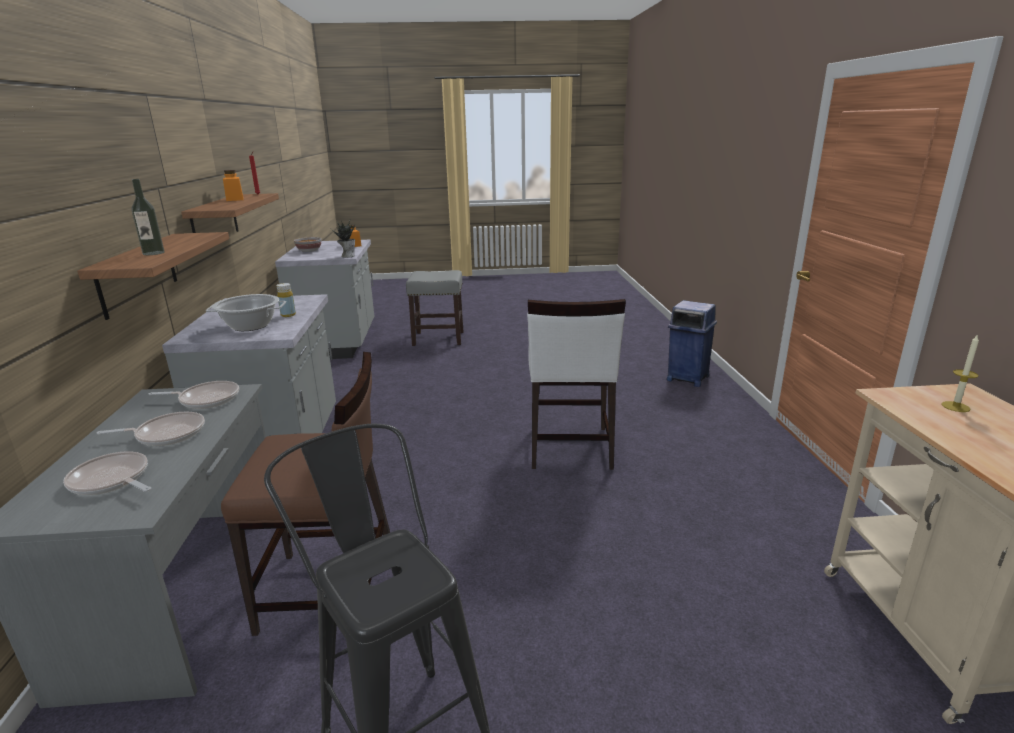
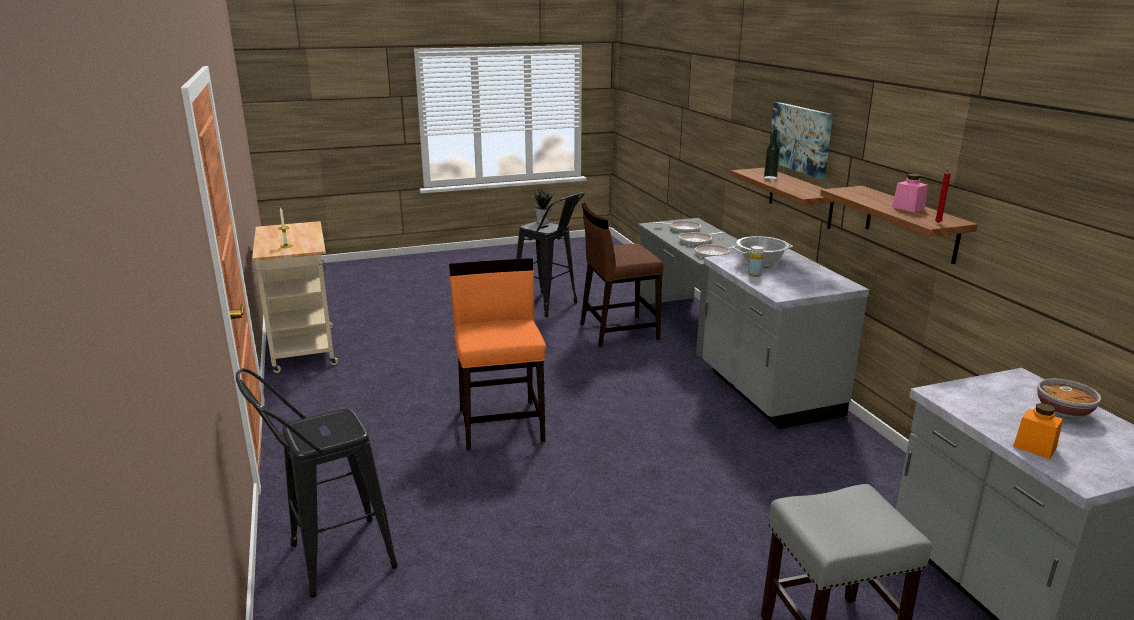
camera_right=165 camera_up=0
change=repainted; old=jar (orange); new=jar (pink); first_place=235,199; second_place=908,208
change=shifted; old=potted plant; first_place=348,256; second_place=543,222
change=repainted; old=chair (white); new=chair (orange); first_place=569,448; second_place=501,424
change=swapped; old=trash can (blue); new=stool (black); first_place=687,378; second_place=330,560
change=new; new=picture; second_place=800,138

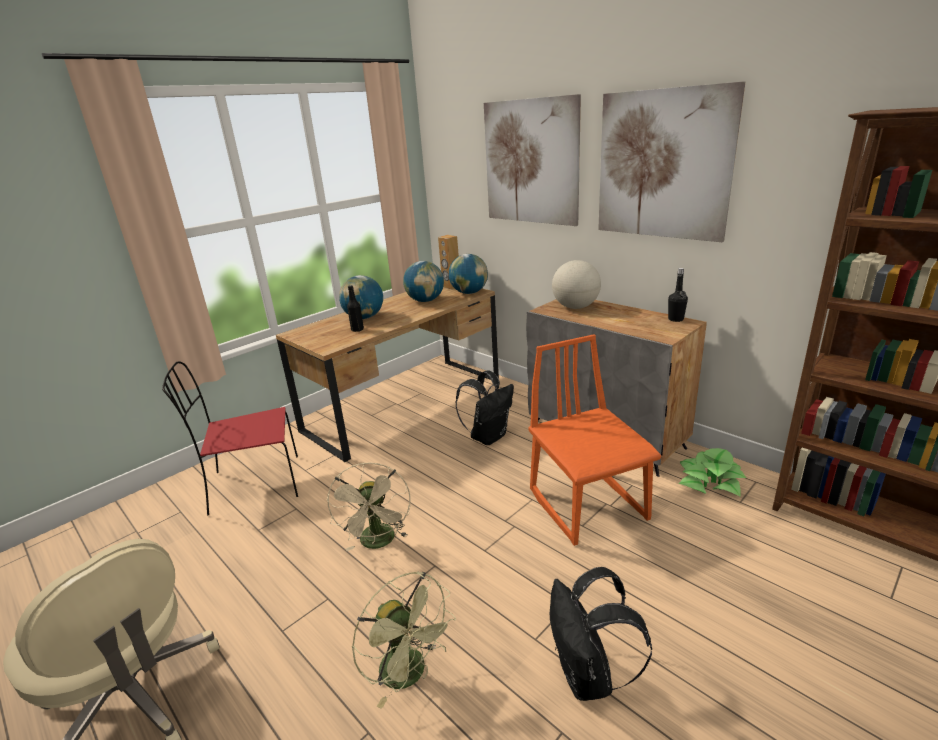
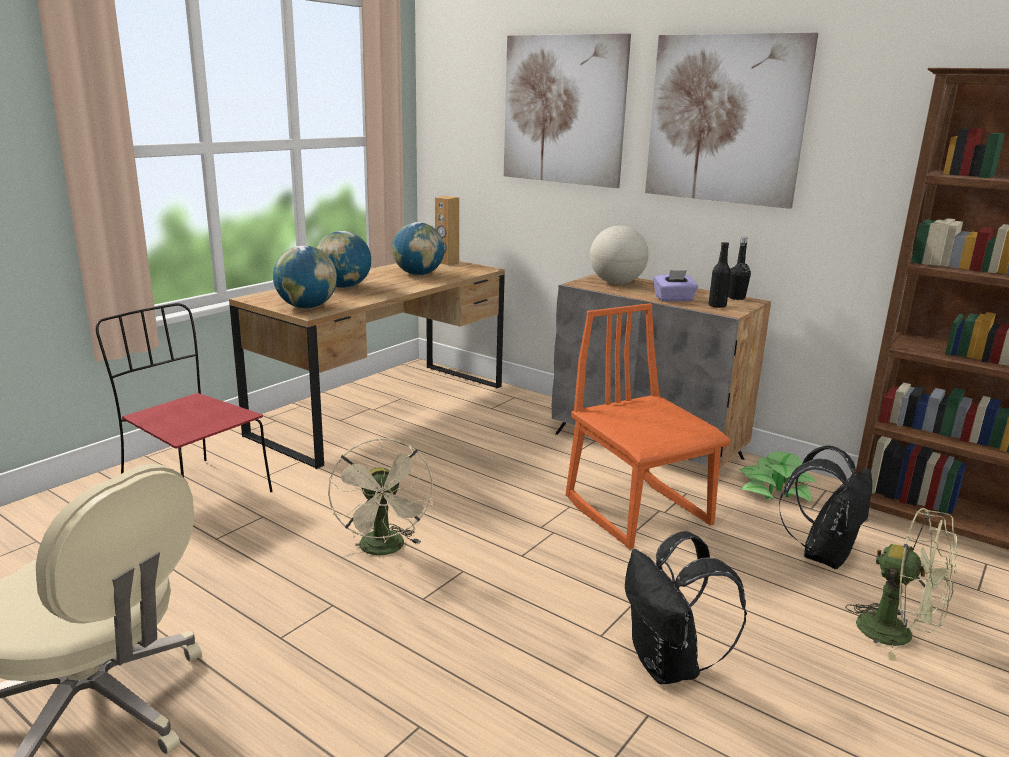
camera_right=-10 camera_up=-5
change=shifted; old=globe; first_place=469,293; second_place=307,307
change=shifted; old=bottle (black); first_place=357,330; second_place=717,306
change=rotated; old=chair (red); first_place=253,485; second_place=194,492; degrees=60
change=shifted; old=backpack (black); first_place=488,436; second_place=822,554
change=shifted; old=fan (green); first_place=410,674; second_place=897,634
change=new; new=tissue box (purple); second_place=674,299

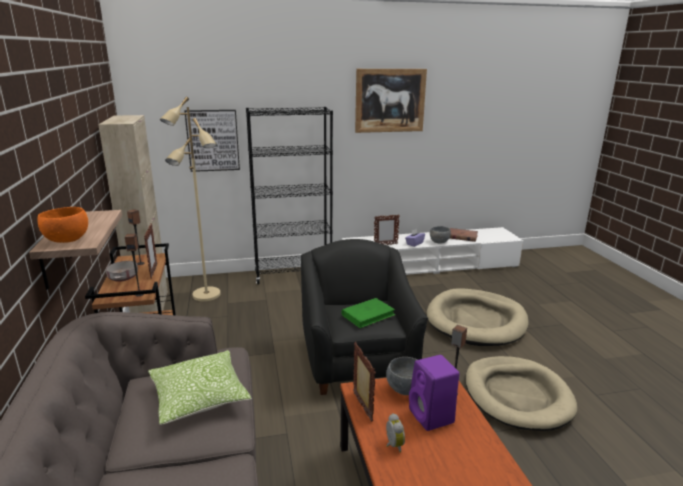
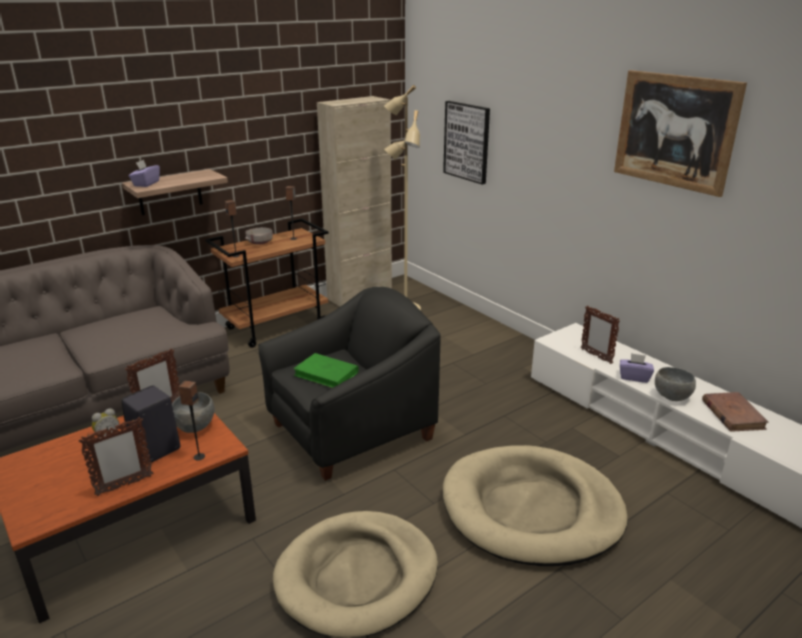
camera_right=65 camera_up=5
change=gone; old=bookcase (black); first_place=293,275
change=swapped; old=bowl (orange); new=tissue box (purple); first_place=68,240; second_place=146,183
change=shifted; old=picture frame; first_place=153,272; second_place=124,485
change=gone; old=pillow; first_place=199,397
change=repainted; old=speaker (purple); new=speaker (black); first_place=432,417; second_place=154,450

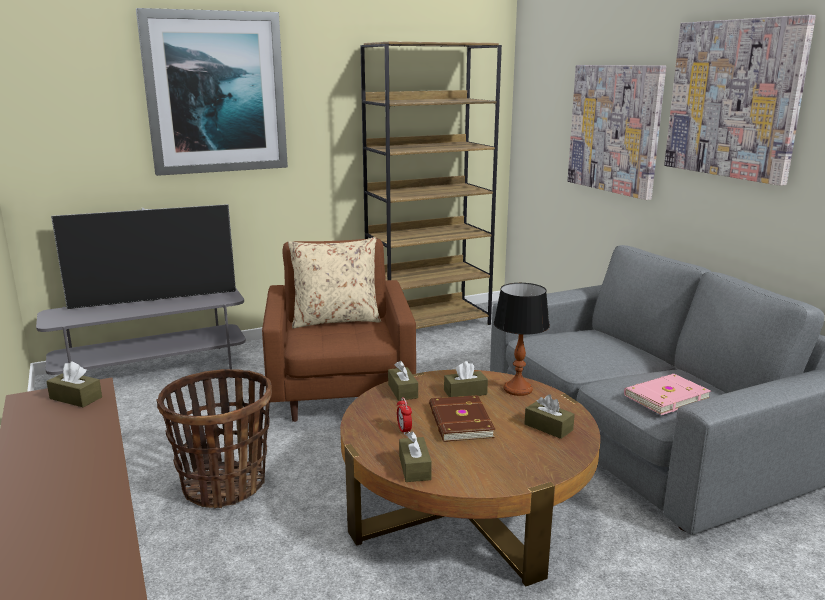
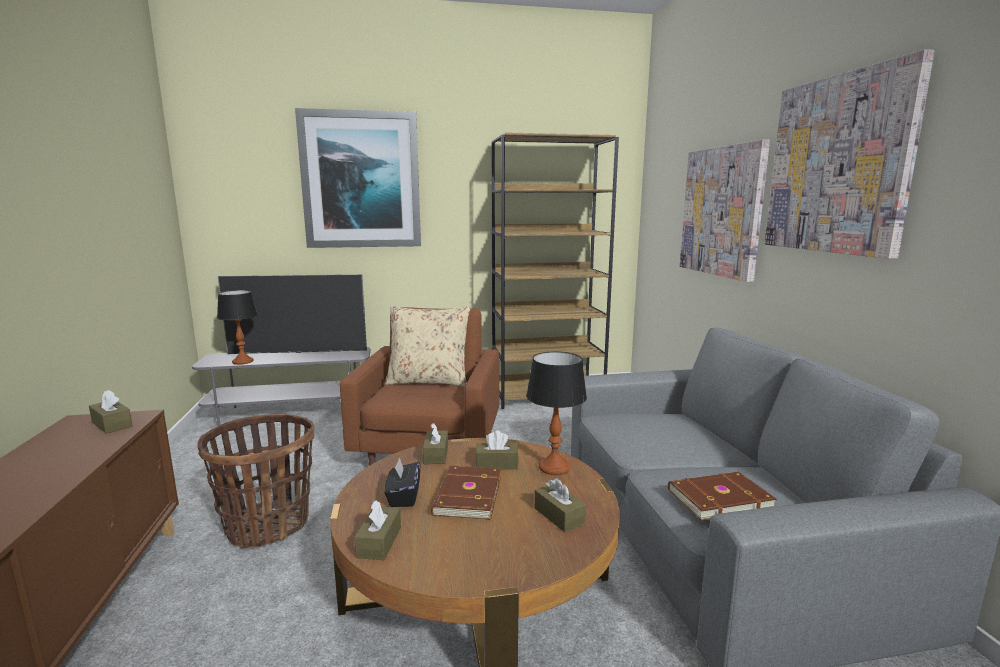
camera_right=15 camera_up=-5
change=repainted; old=book (pink); new=book (brown); first_place=665,397; second_place=718,498
change=swapped; old=alarm clock; new=tissue box (black); first_place=404,430; second_place=403,497
change=new; new=table lamp; second_place=242,362

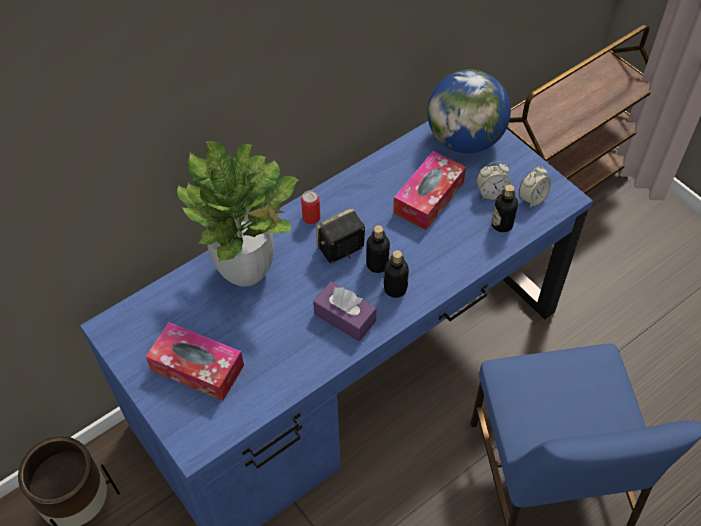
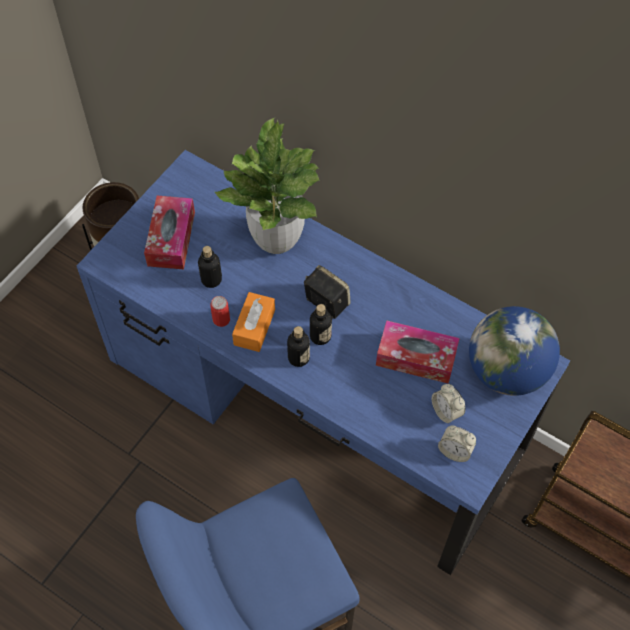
camera_right=70 camera_up=5
change=shifted; old=bottle; first_place=502,224; second_place=211,279
change=shifted; old=can; first_place=311,218; second_place=221,319
change=repainted; old=tissue box (purple); new=tissue box (orange); first_place=345,317; second_place=254,327

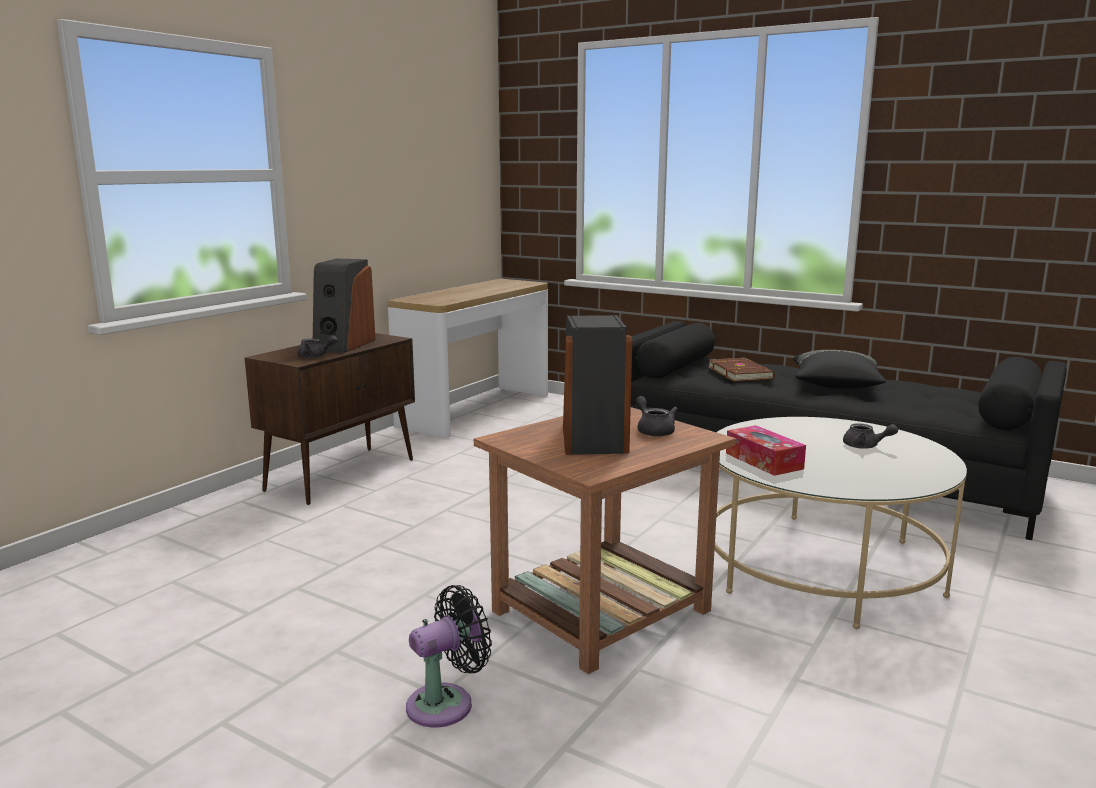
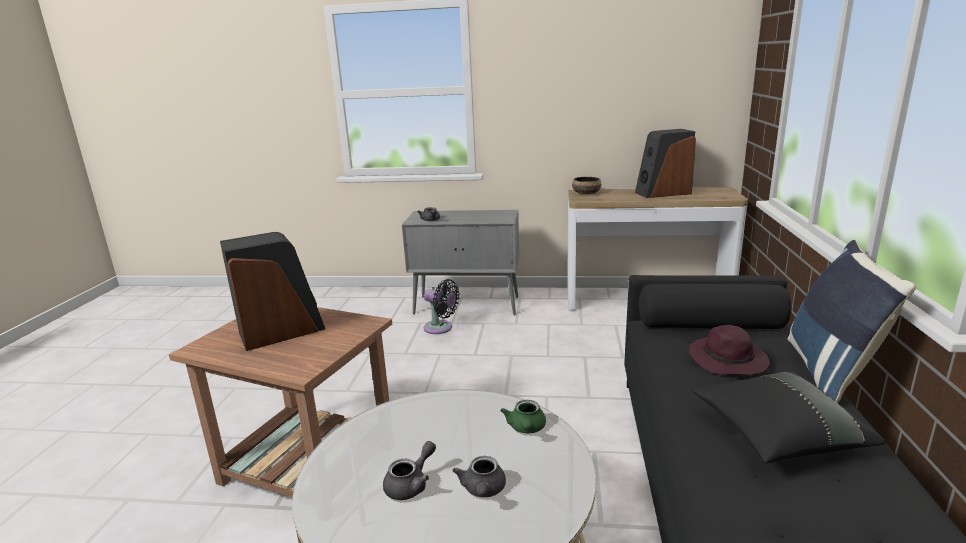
camera_right=65 camera_up=5
change=shifted; old=speaker; first_place=343,345; second_place=662,193
change=repainted; old=cabinet (brown); new=cabinet (grey); first_place=342,474; second_place=468,305
change=swapped; old=book (brown); new=hat (purple); first_place=741,373; second_place=728,361
change=shifted; old=teapot (grey); first_place=653,430; second_place=411,484
change=gone; old=tissue box; first_place=763,461
change=shifted; old=fan (black); first_place=446,703; second_place=440,328
change=new; new=bowl; second_place=586,193
change=new; new=pillow (blue); second_place=832,374
change=new; new=teapot (green); second_place=526,429

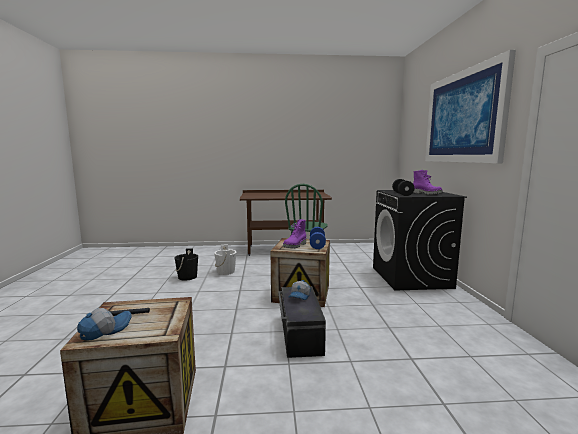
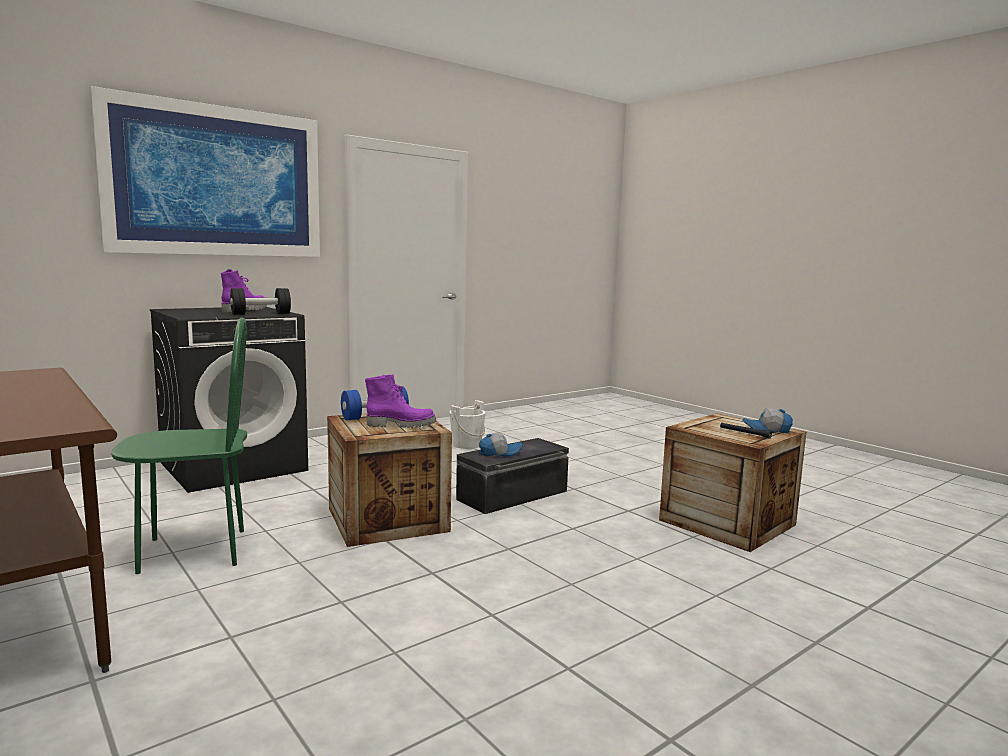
camera_right=-125 camera_up=0
change=shifted; old=bucket (white); first_place=226,271; second_place=466,444
change=gone; old=bucket (black); first_place=187,277

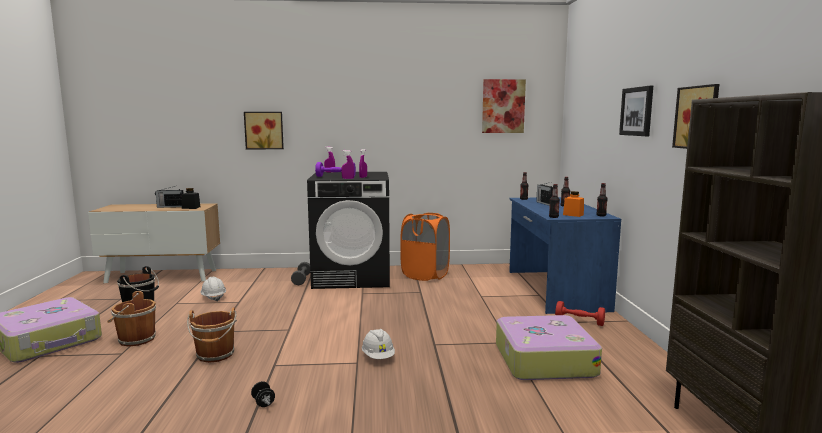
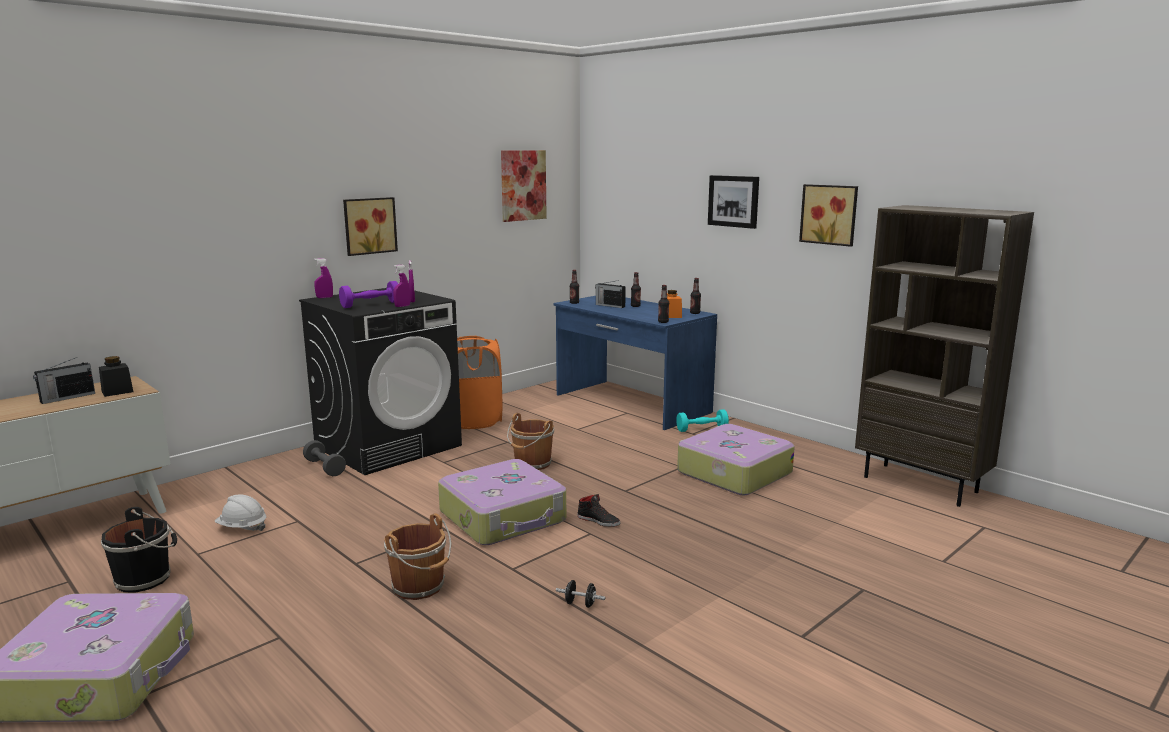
camera_right=-40 camera_up=5
change=shifted; old=picture; first_place=264,130; second_place=369,225
change=shifted; old=bucket (brown); first_place=135,340; second_place=532,464
change=repainted; old=dumbbell (red); new=dumbbell (turquoise); first_place=579,321; second_place=702,429
change=swapped; old=hard hat (white); new=shoe (black); first_place=378,357; second_place=599,520
change=new; new=suitcase; second_place=504,517

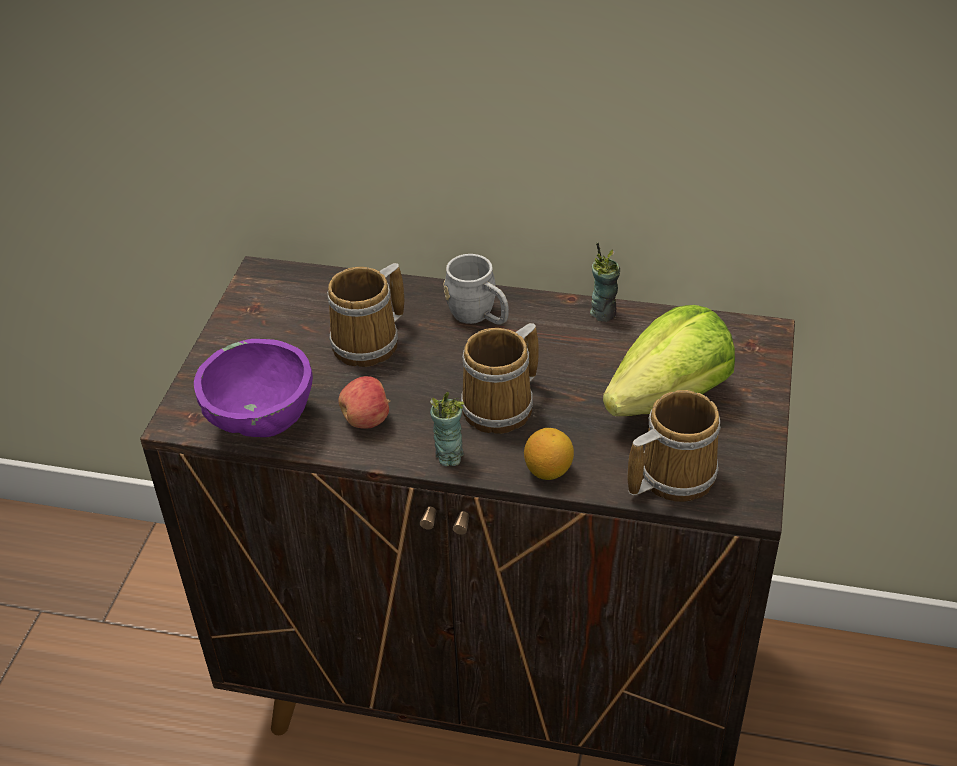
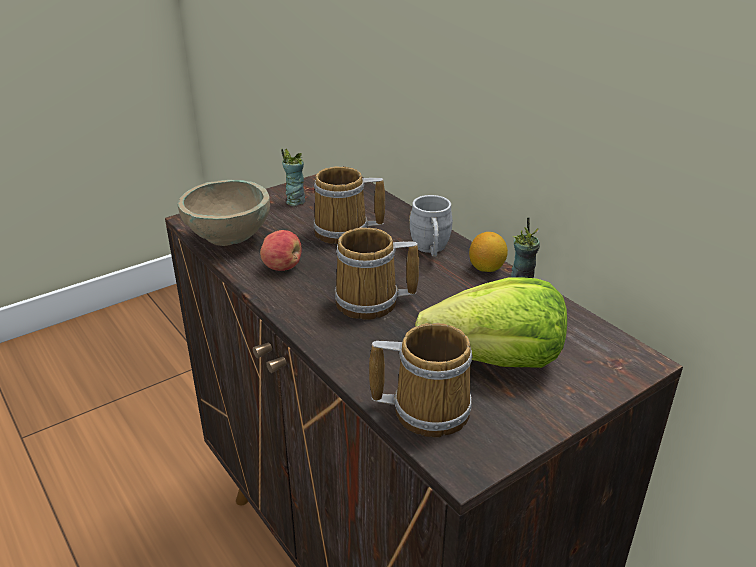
camera_right=40 camera_up=-10
change=repainted; old=bowl (purple); new=bowl (beige); first_place=262,421; second_place=230,239
change=shifted; old=cup; first_place=448,455; second_place=295,201
change=shifted; old=lemon; first_place=548,470; second_place=486,268

